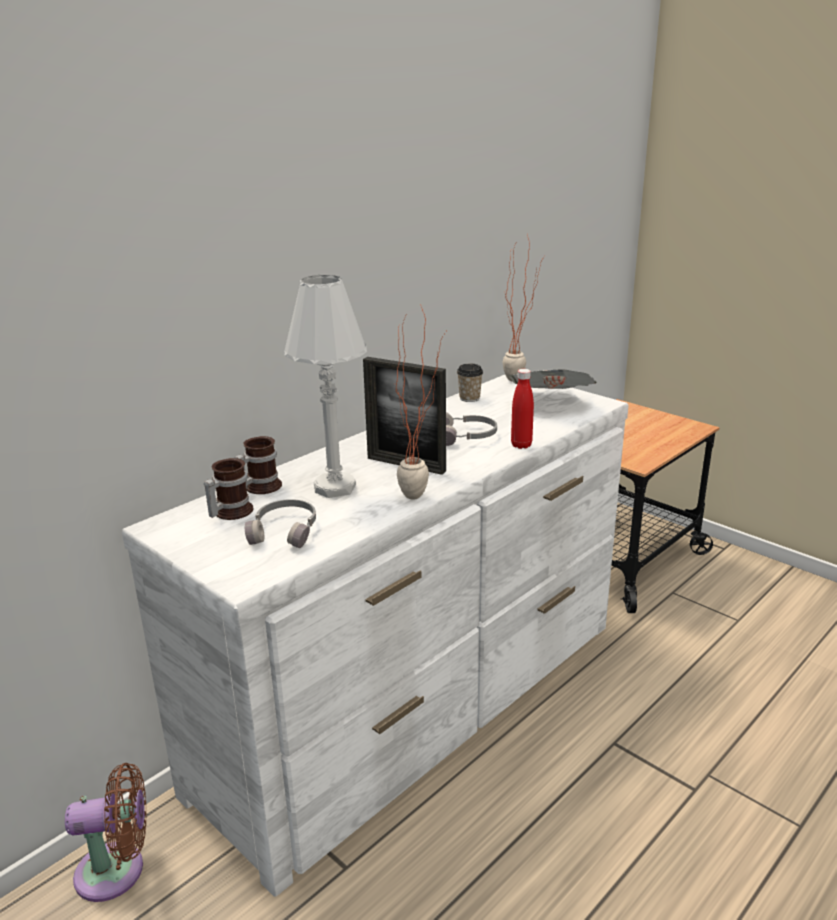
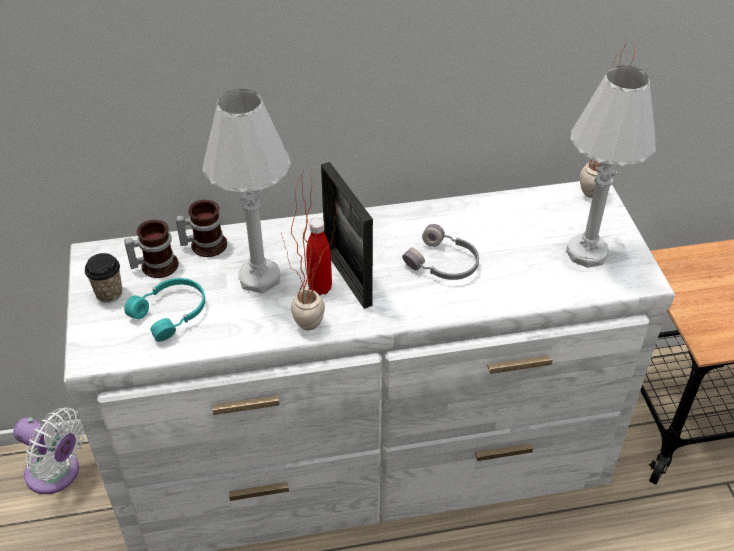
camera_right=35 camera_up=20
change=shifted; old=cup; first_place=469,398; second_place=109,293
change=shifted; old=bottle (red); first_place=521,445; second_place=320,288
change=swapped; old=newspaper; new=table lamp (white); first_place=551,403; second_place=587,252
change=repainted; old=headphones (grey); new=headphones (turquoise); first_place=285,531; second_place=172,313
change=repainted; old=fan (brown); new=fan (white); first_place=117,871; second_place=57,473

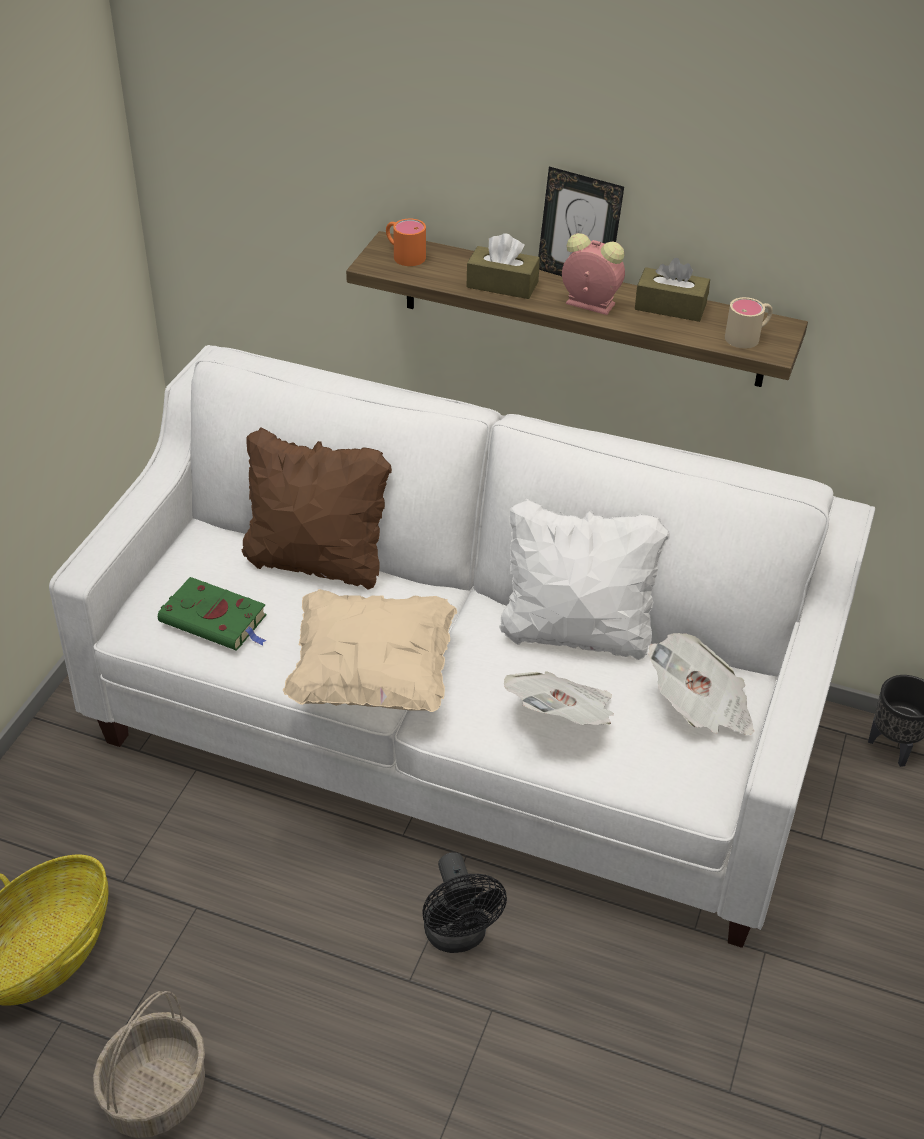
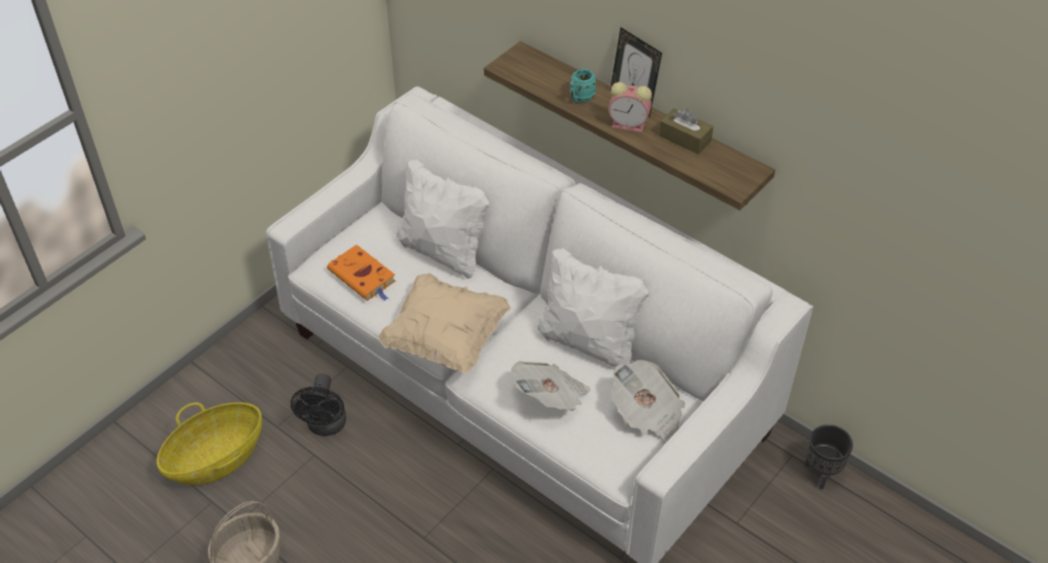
camera_right=20 camera_up=5
change=gone; old=mug (orange); first_place=404,255
change=swapped; old=tissue box (brown); new=mug (turquoise); first_place=502,284; second_place=580,99
change=rotated; old=alarm clock; first_place=588,303; second_place=630,125; degrees=150
change=gone; old=mug (beige); first_place=748,336
change=repainted; old=pillow (brown); new=pillow (white); first_place=317,563; second_place=443,252
change=repainted; old=book (green); new=book (orange); first_place=216,620; second_place=363,277
change=shifted; old=fan (black); first_place=458,936; second_place=326,426

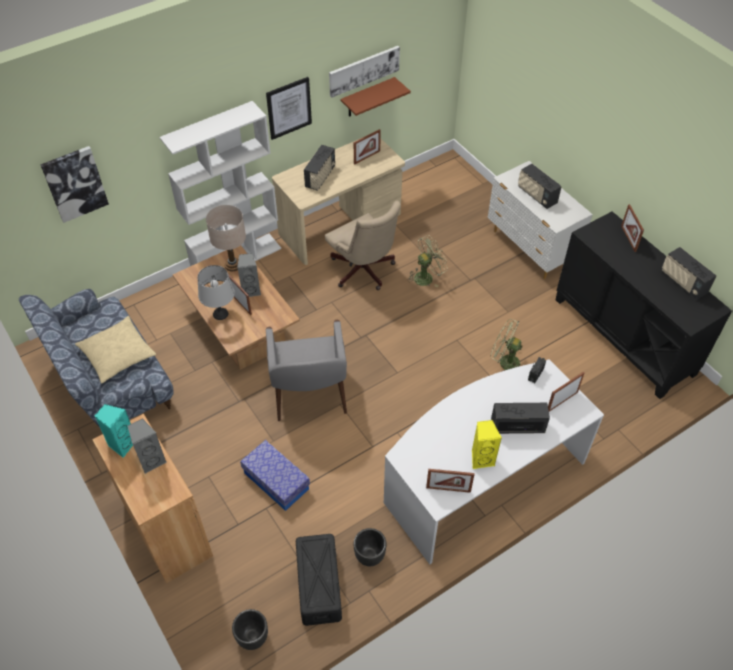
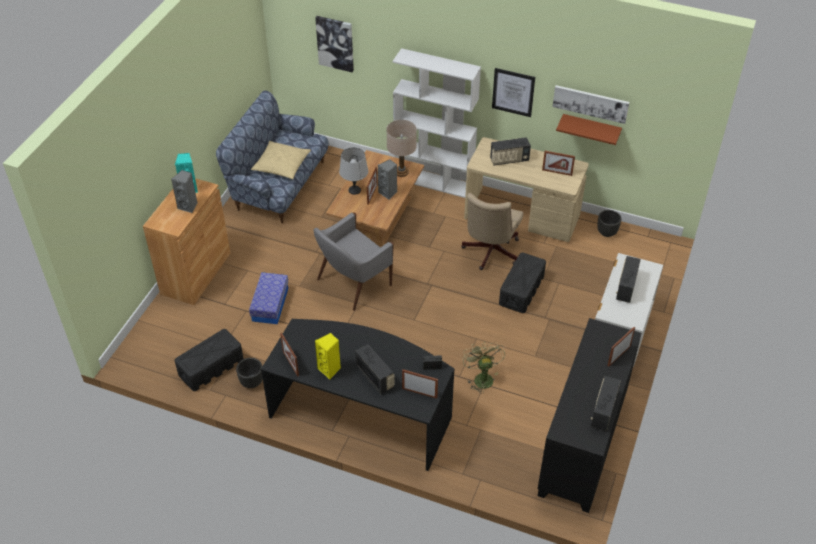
camera_right=55 camera_up=-5
change=swapped; old=fan (green); new=storage box (black); first_place=426,276; second_place=521,290
change=repainted; old=desk (white); new=desk (black); first_place=481,478; second_place=362,413
change=shifted; old=planter (black); first_place=253,637; second_place=607,232

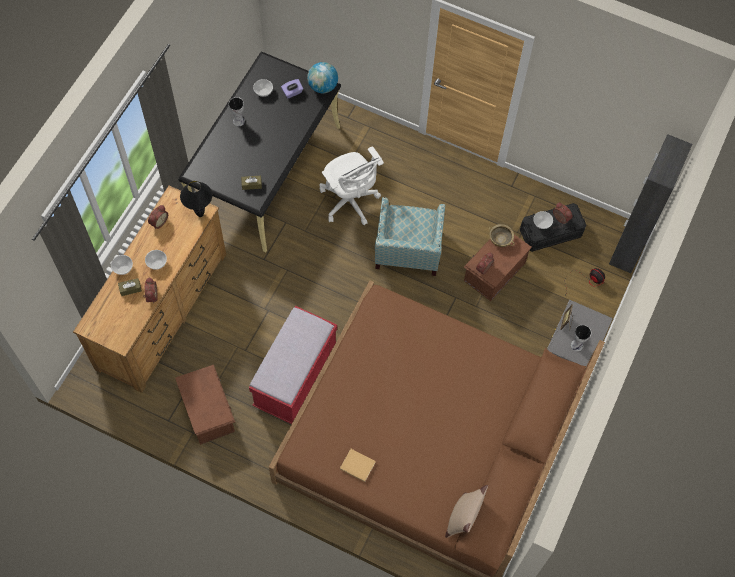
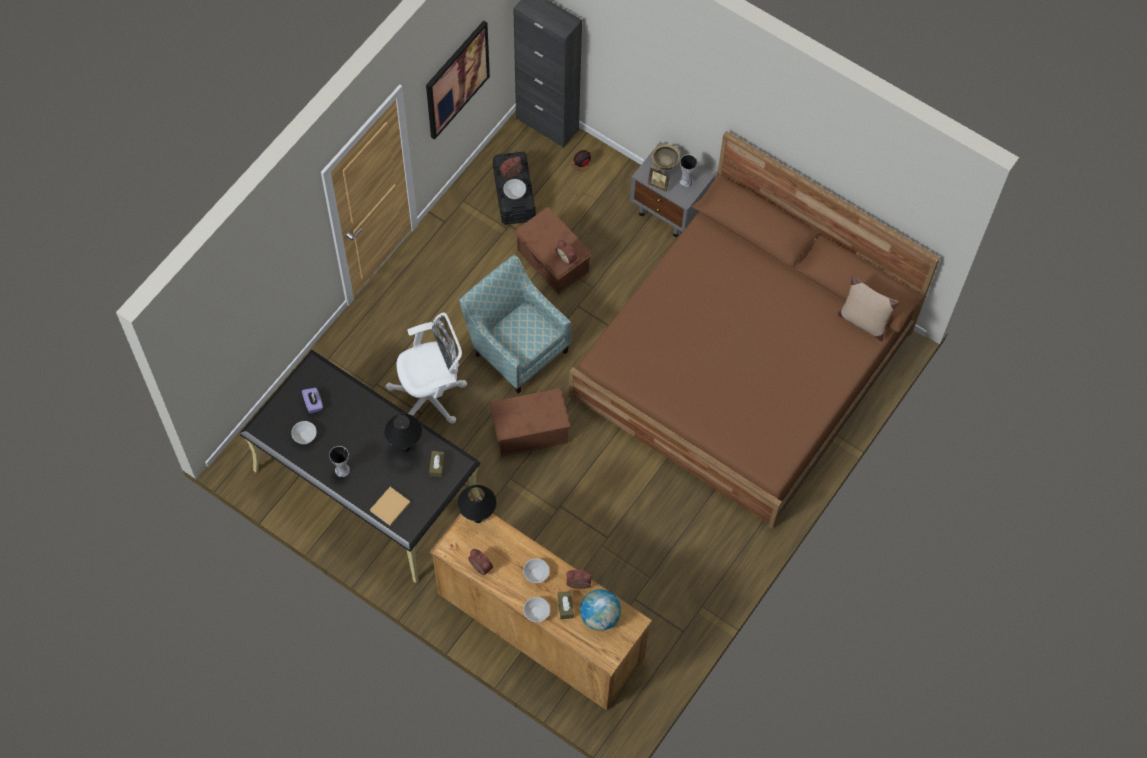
camera_right=-80 camera_up=0
change=shifted; old=globe; first_place=322,86; second_place=600,616
change=rotated; old=armchair; first_place=407,256; second_place=516,346; degrees=-150
change=shifted; old=bowl (beige); first_place=500,239; second_place=665,162
change=gone; old=bench (red); first_place=296,377
change=shifted; old=storage box (brown); first_place=208,410; second_place=529,430
change=shifted; old=book (beige); first_place=356,465; second_place=389,507
change=new; new=picture; second_place=456,79
change=new; new=table lamp (black); second_place=406,448

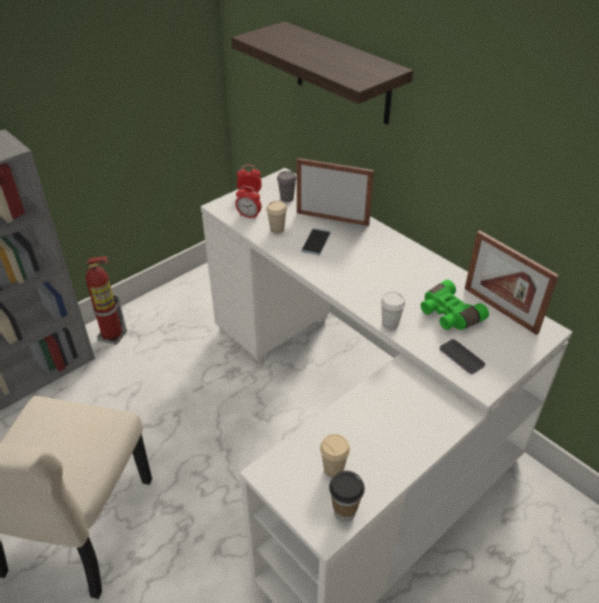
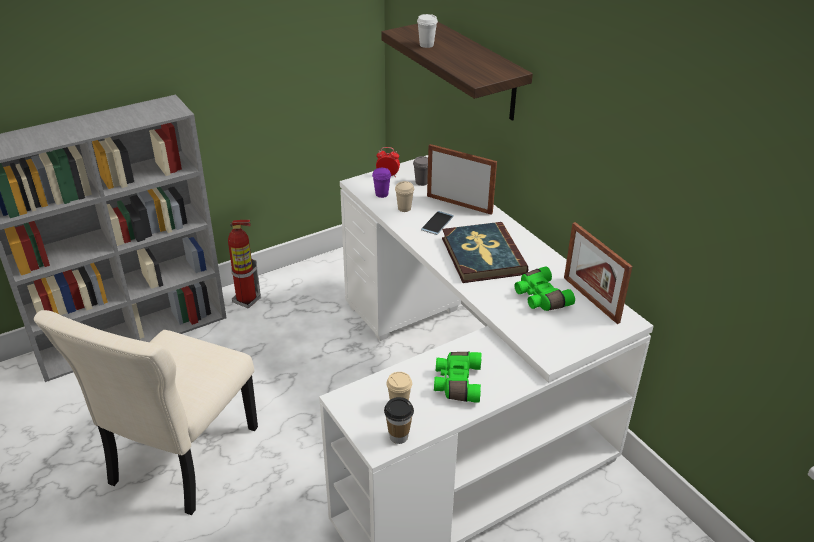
camera_right=10 camera_up=-5
change=swapped; old=alarm clock; new=cup (purple); first_place=249,216; second_place=381,194
change=shifted; old=cup (white); first_place=390,323; second_place=426,45
change=gone; old=phone; first_place=461,357
change=new; new=book; second_place=482,256
change=new; new=binoculars (green); second_place=456,383

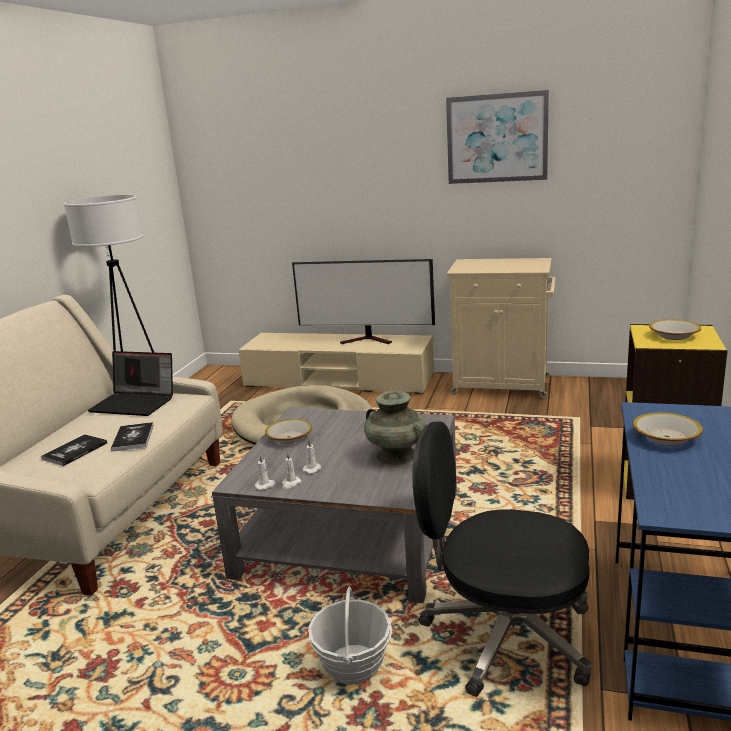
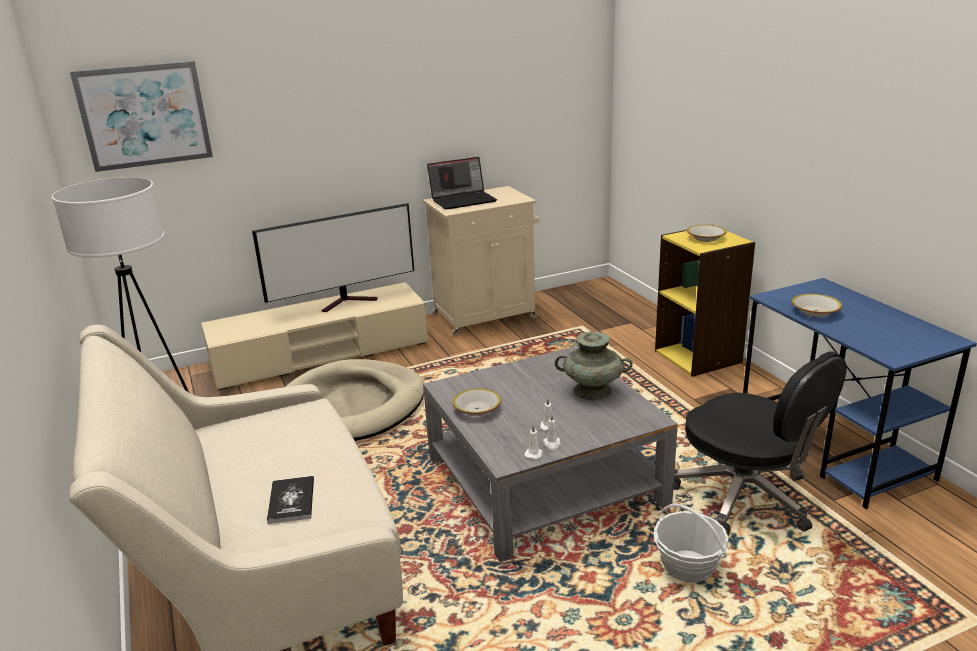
camera_right=-40 camera_up=5
change=shifted; old=picture; first_place=497,138; second_place=144,116
change=shifted; old=laptop; first_place=136,403; second_place=463,200
change=rotated; old=office chair (black); first_place=504,635; second_place=746,497; degrees=-105
change=gone; old=book; first_place=133,438

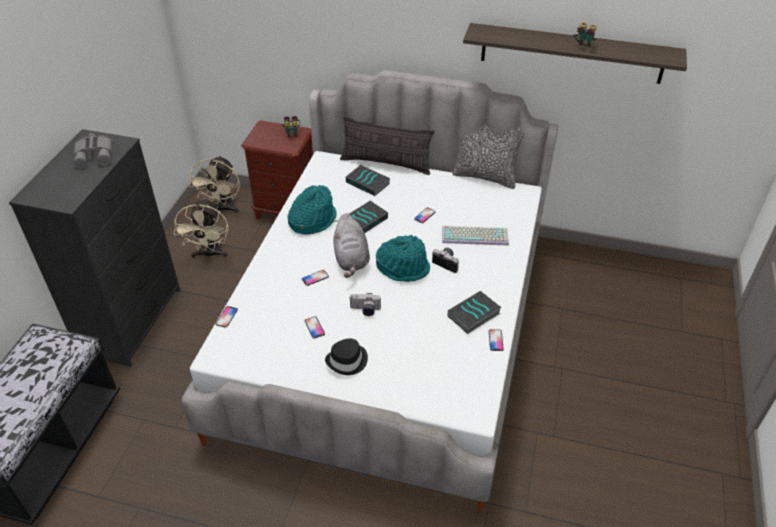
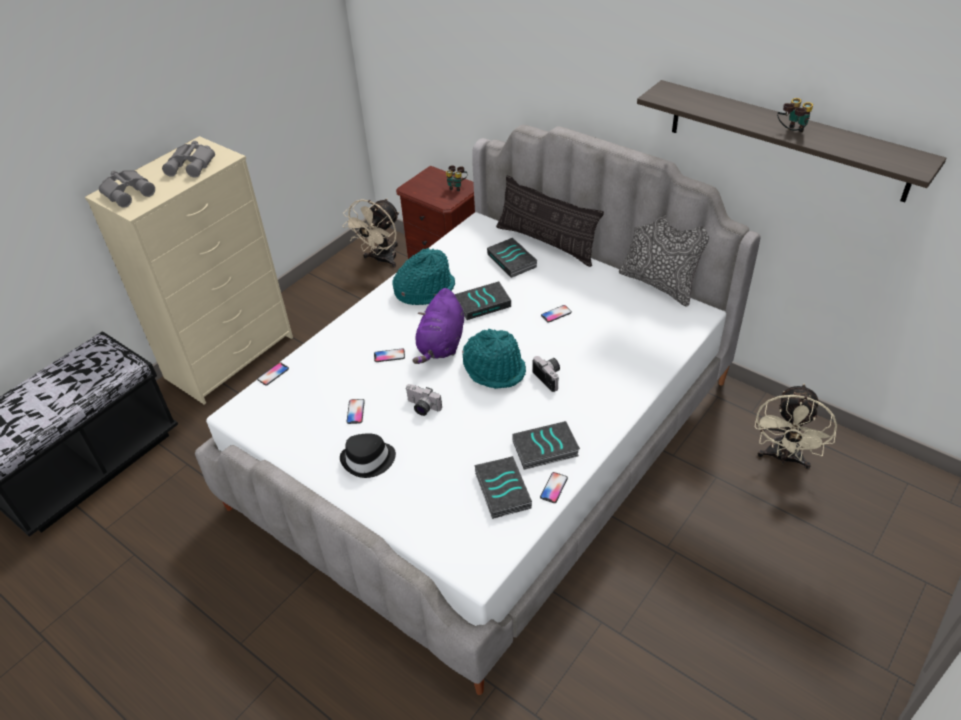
camera_right=25 camera_up=0
change=repainted; old=dresser (black); new=dresser (beige); first_place=132,320; second_place=231,356
change=shifted; old=fan (beige); first_place=209,254; second_place=783,458
change=repainted; old=plush toy (grey); new=plush toy (purple); first_place=351,259; second_place=441,345
change=gone; old=keyboard; first_place=476,235
change=new; new=binoculars (grey); second_place=128,192
change=new; new=book; second_place=501,490

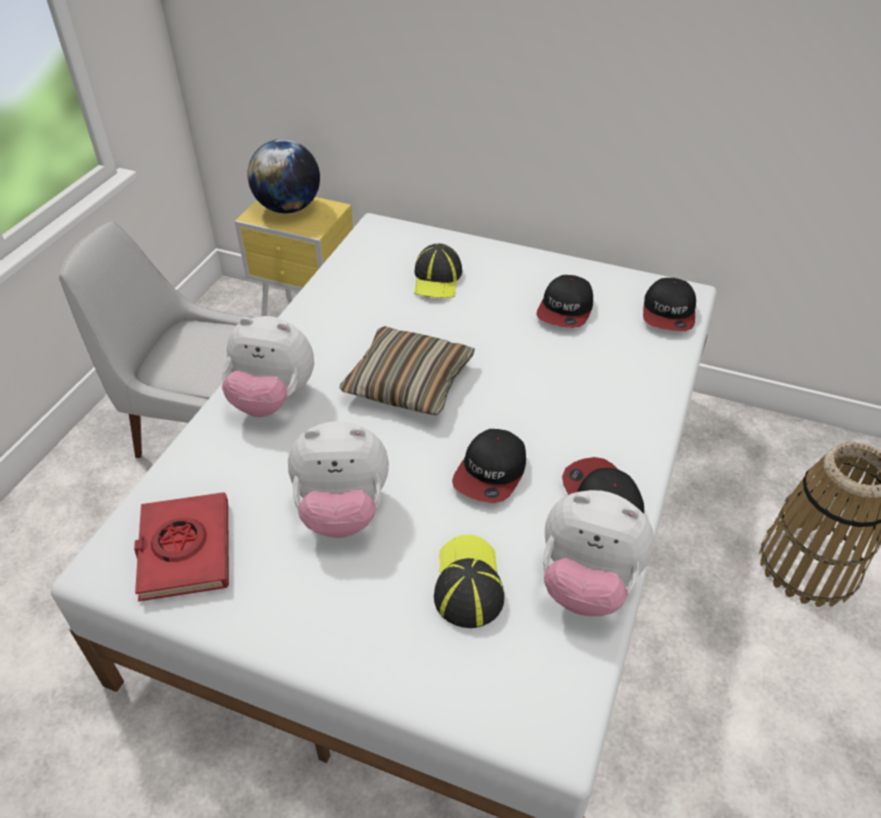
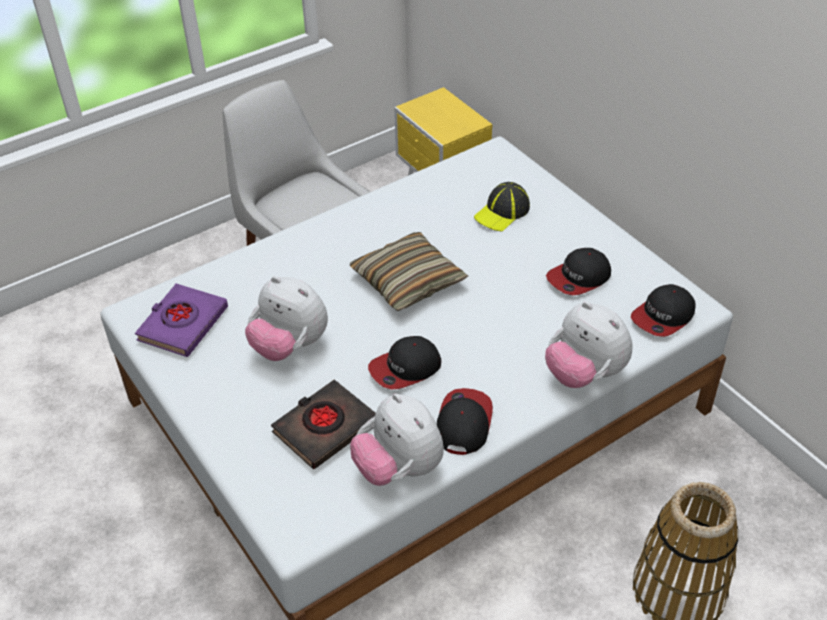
camera_right=35 camera_up=0
change=gone; old=globe; first_place=288,208
change=shifted; old=plush toy; first_place=272,399; second_place=584,374
change=repainted; old=book (red); new=book (purple); first_place=185,550; second_place=182,324
change=swapped; old=cap; new=book (black); first_place=467,583; second_place=325,428

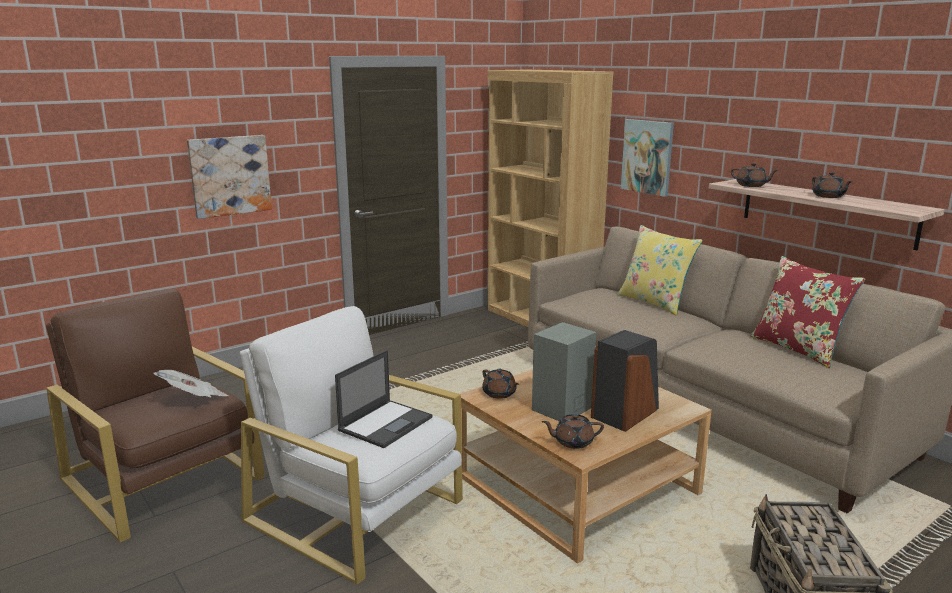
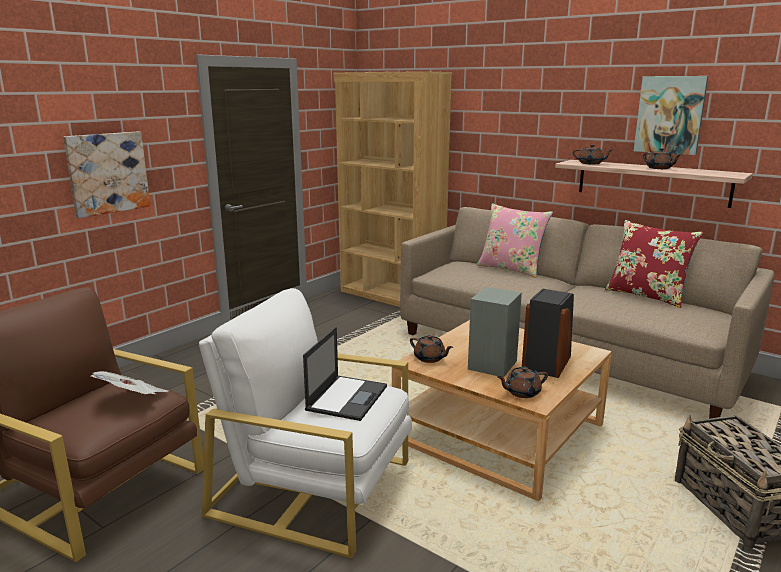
camera_right=-15 camera_up=0
change=shifted; old=picture; first_place=647,156; second_place=670,115
change=repainted; old=pillow (yellow); new=pillow (pink); first_place=655,302; second_place=511,269

